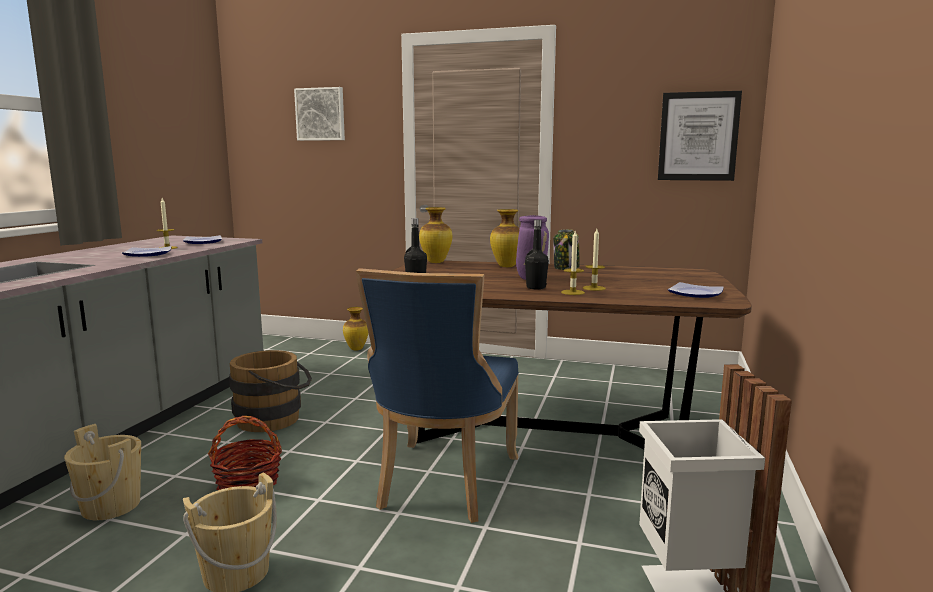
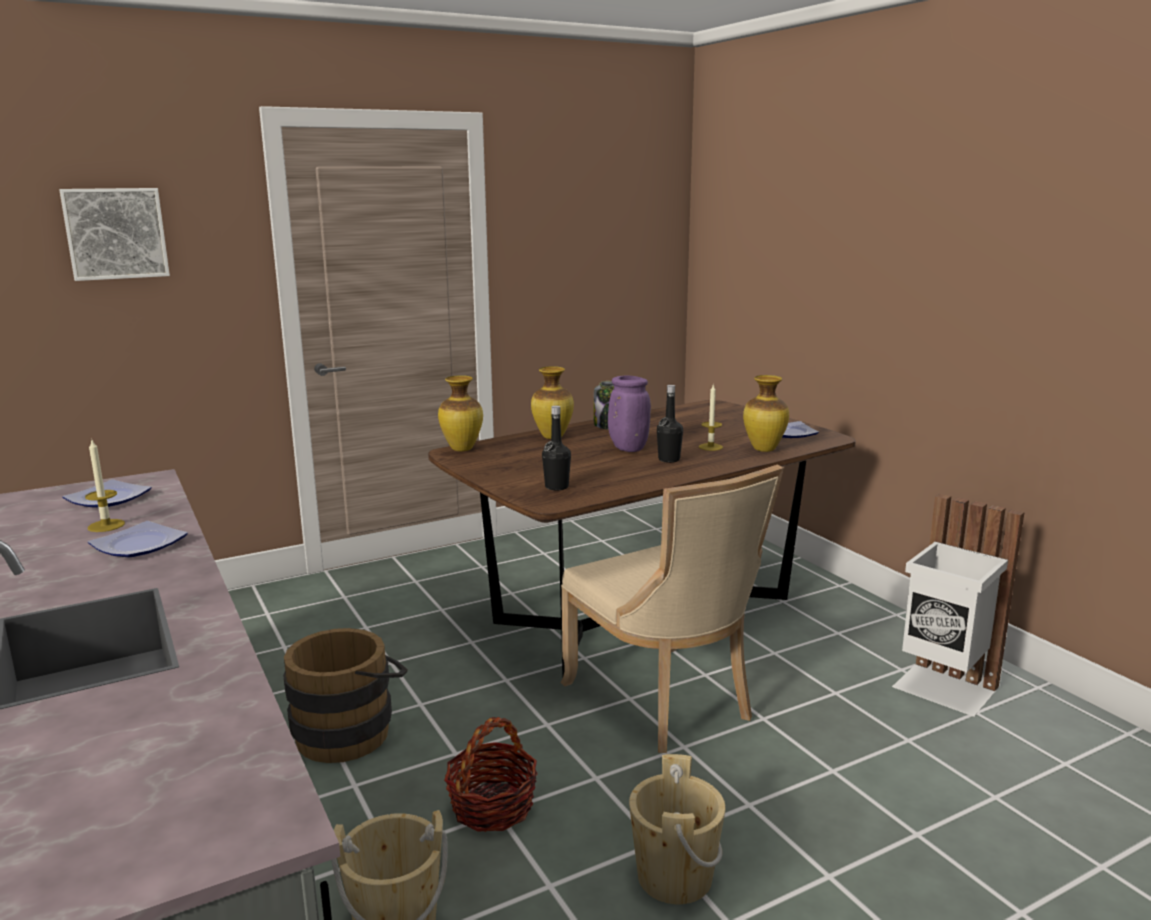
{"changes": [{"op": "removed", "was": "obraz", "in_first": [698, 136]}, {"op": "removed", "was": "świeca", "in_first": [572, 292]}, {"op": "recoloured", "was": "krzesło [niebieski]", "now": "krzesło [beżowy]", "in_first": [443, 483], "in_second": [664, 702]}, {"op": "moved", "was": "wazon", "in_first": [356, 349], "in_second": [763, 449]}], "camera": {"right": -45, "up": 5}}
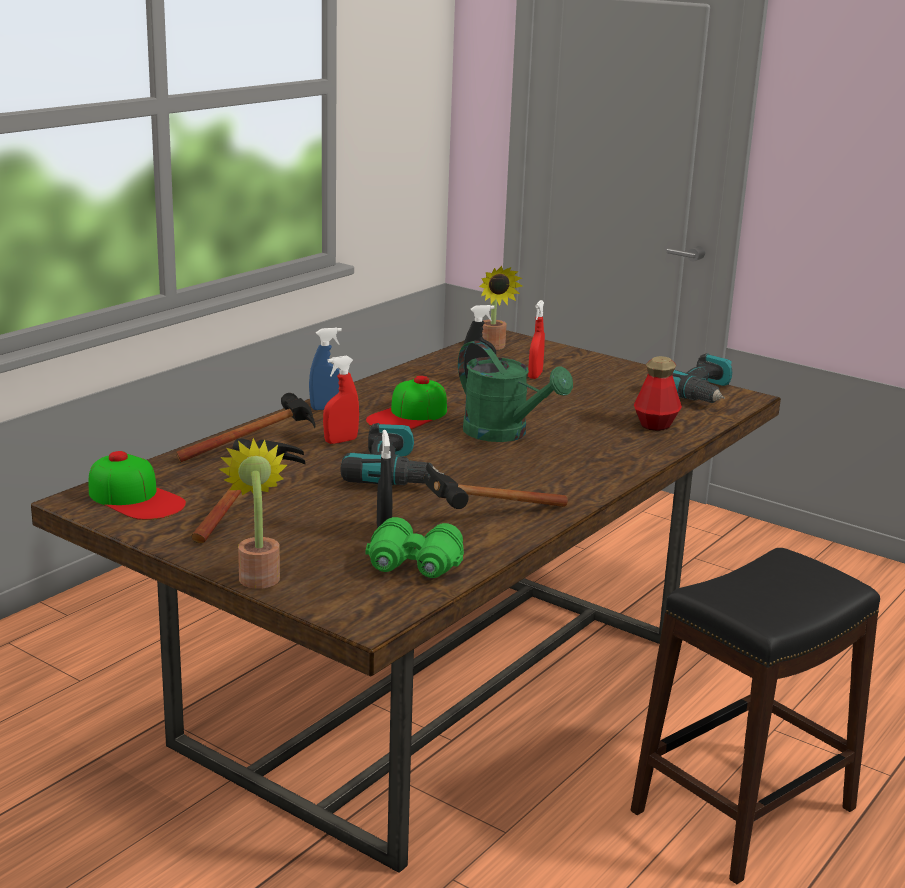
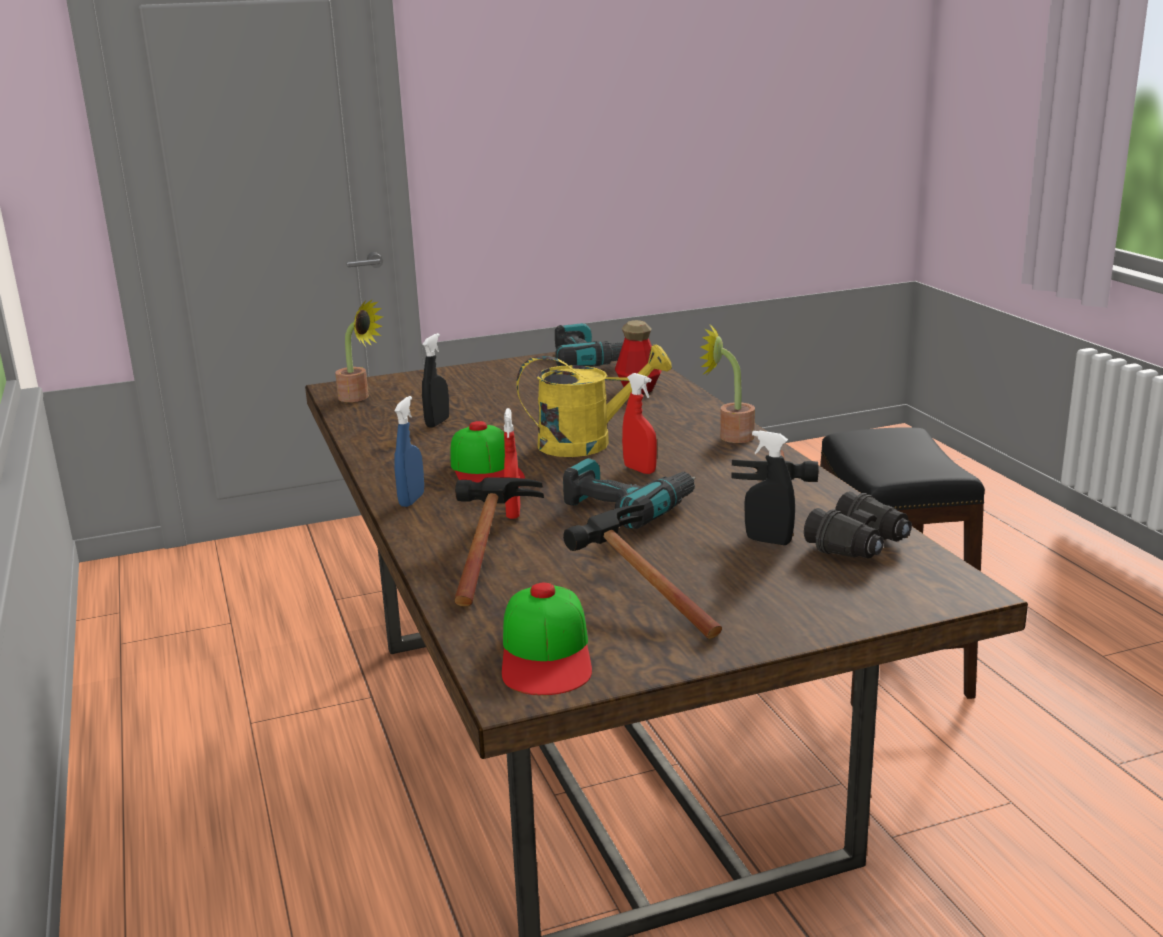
{"changes": [{"op": "moved", "was": "spryskiwacz [czerwony]", "in_first": [535, 375], "in_second": [639, 470]}, {"op": "recoloured", "was": "konewka [zielony]", "now": "konewka [żółty]", "in_first": [504, 434], "in_second": [588, 443]}, {"op": "moved", "was": "roślina doniczkowa", "in_first": [258, 574], "in_second": [729, 436]}, {"op": "turned", "was": "czapka z daszkiem", "in_first": [136, 498], "in_second": [546, 652], "clockwise": 105}, {"op": "recoloured", "was": "lornetka [zielony]", "now": "lornetka [czarny]", "in_first": [414, 567], "in_second": [859, 545]}], "camera": {"right": -55, "up": 0}}
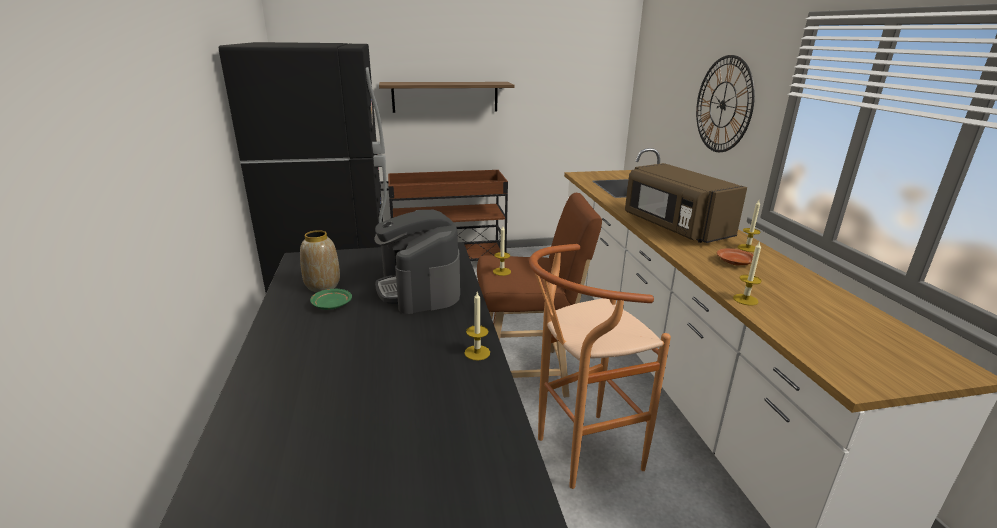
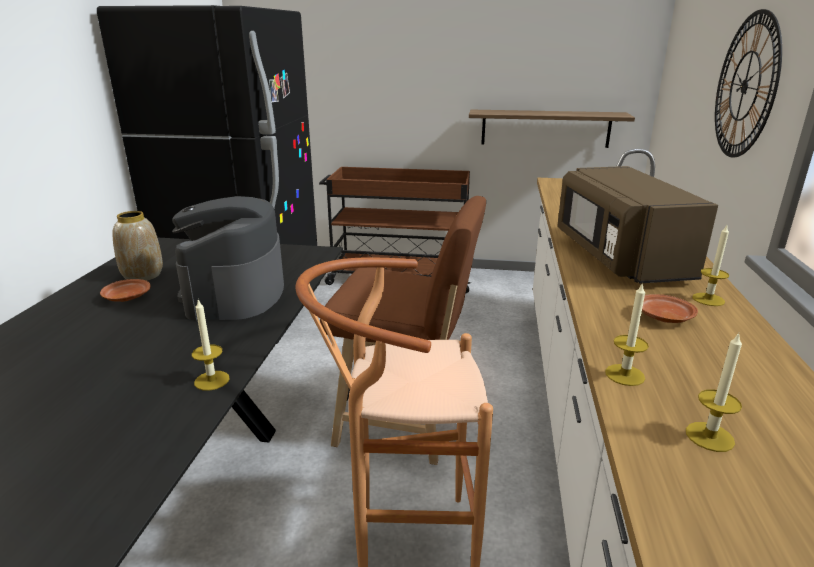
{"changes": [{"op": "moved", "was": "półka", "in_first": [445, 97], "in_second": [545, 128]}, {"op": "moved", "was": "świeca", "in_first": [502, 271], "in_second": [709, 436]}, {"op": "recoloured", "was": "talerz [zielony]", "now": "talerz [brązowy]", "in_first": [331, 305], "in_second": [127, 297]}], "camera": {"right": 20, "up": 0}}
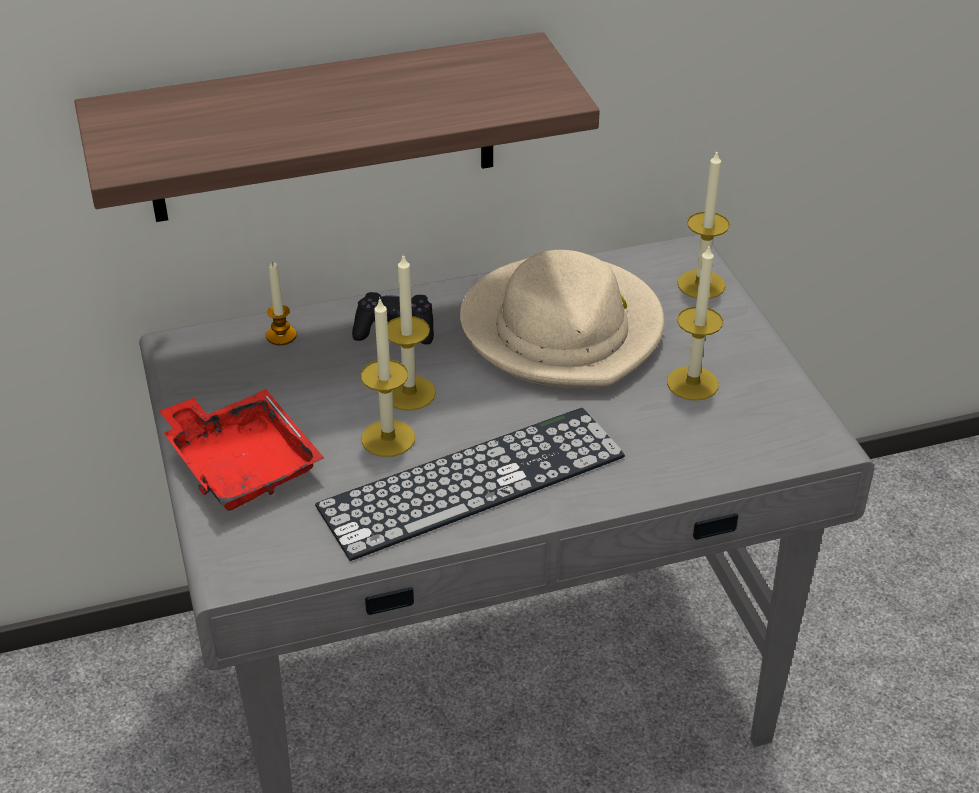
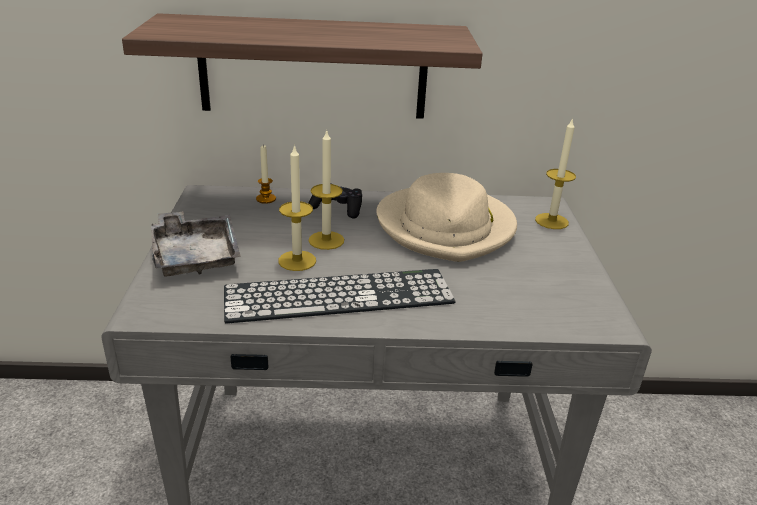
{"changes": [{"op": "removed", "was": "świeca", "in_first": [692, 383]}, {"op": "recoloured", "was": "taca [czerwony]", "now": "taca [szary]", "in_first": [241, 463], "in_second": [195, 255]}], "camera": {"right": 15, "up": -10}}
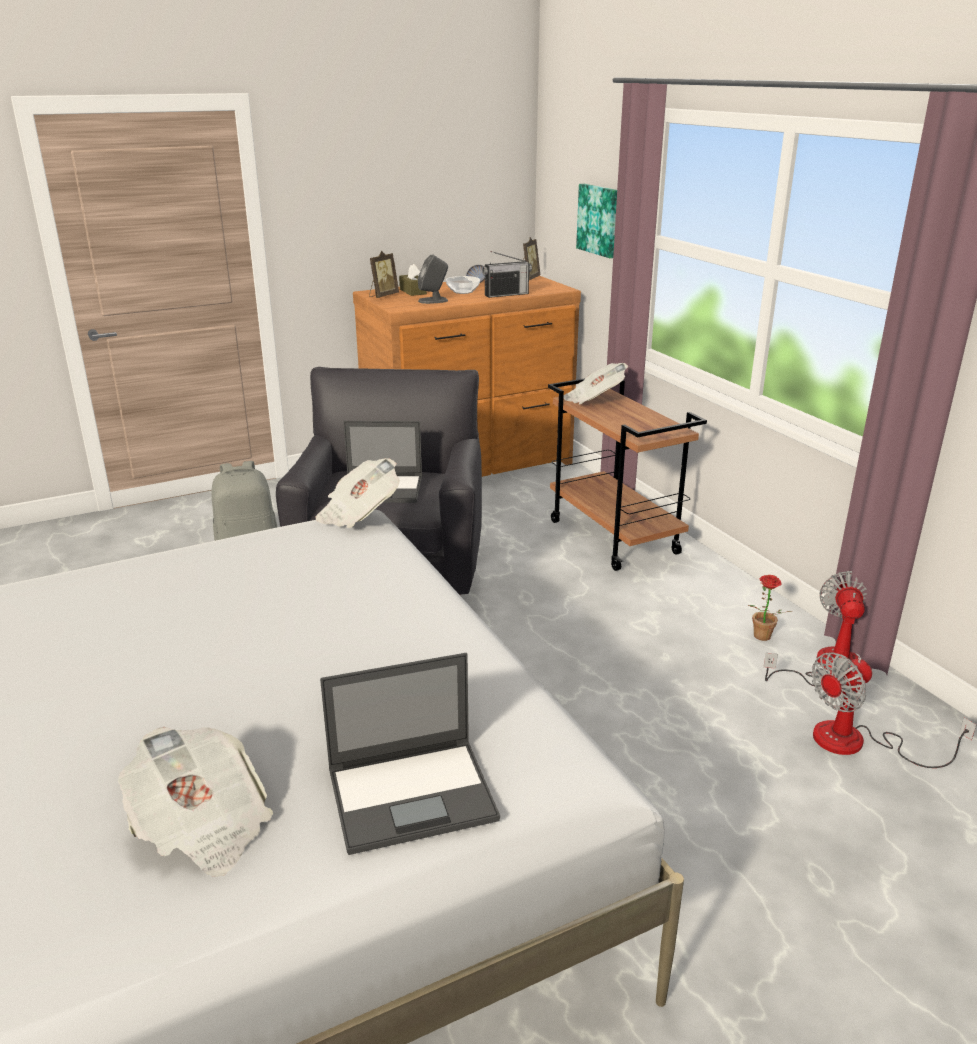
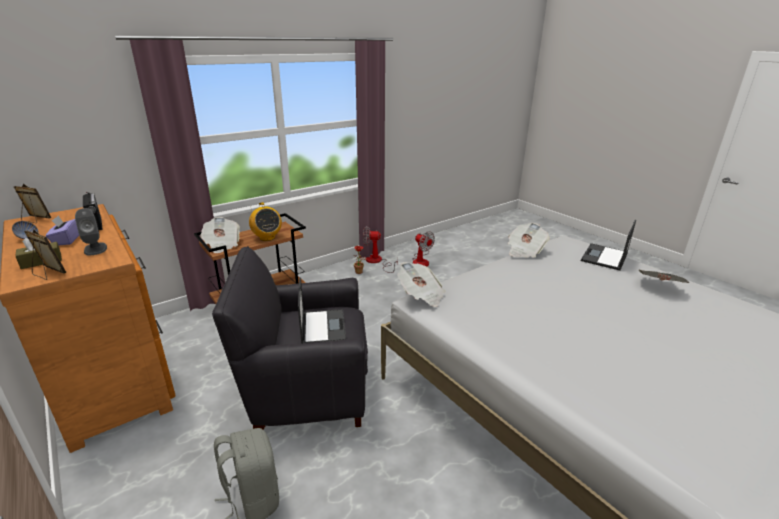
{"changes": [{"op": "removed", "was": "obraz", "in_first": [599, 220]}, {"op": "replaced", "was": "miska", "now": "pudełko chusteczek [fioletowy]", "in_first": [462, 292], "in_second": [66, 240]}, {"op": "turned", "was": "laptop", "in_first": [414, 794], "in_second": [604, 257], "clockwise": -120}, {"op": "added", "now": "radio", "in_second": [267, 237]}, {"op": "added", "now": "gazeta", "in_second": [524, 251]}], "camera": {"right": -100, "up": 0}}
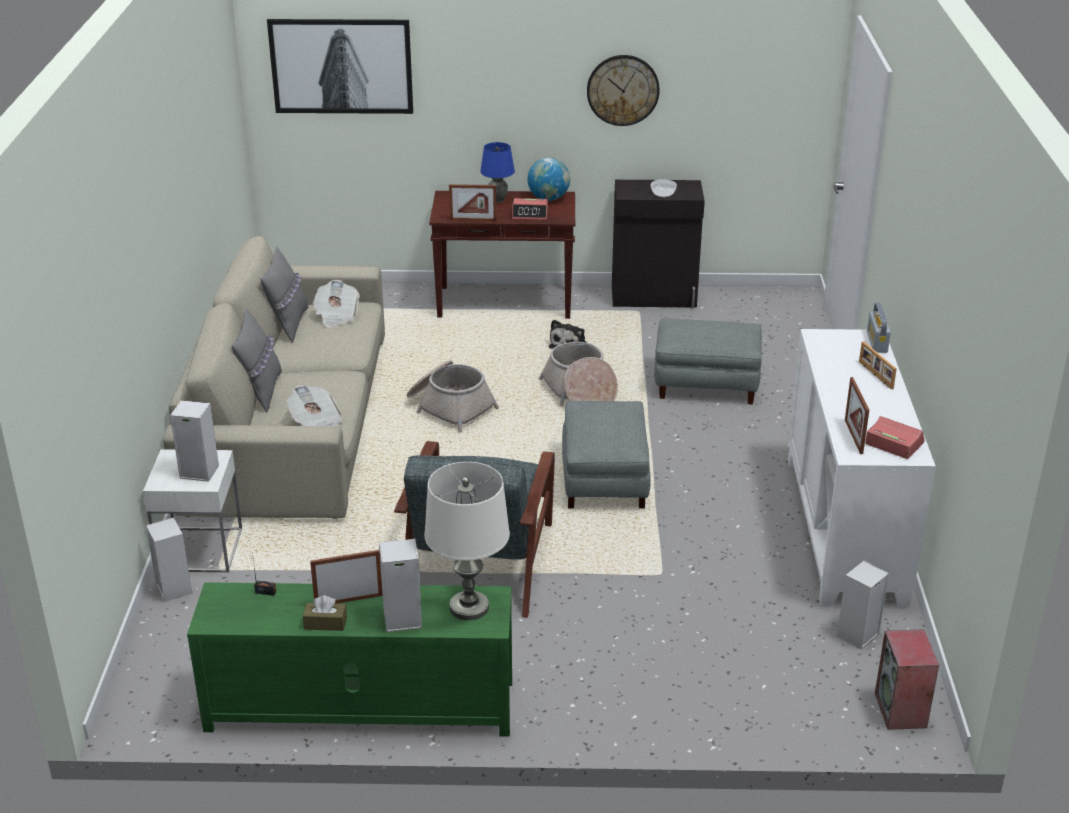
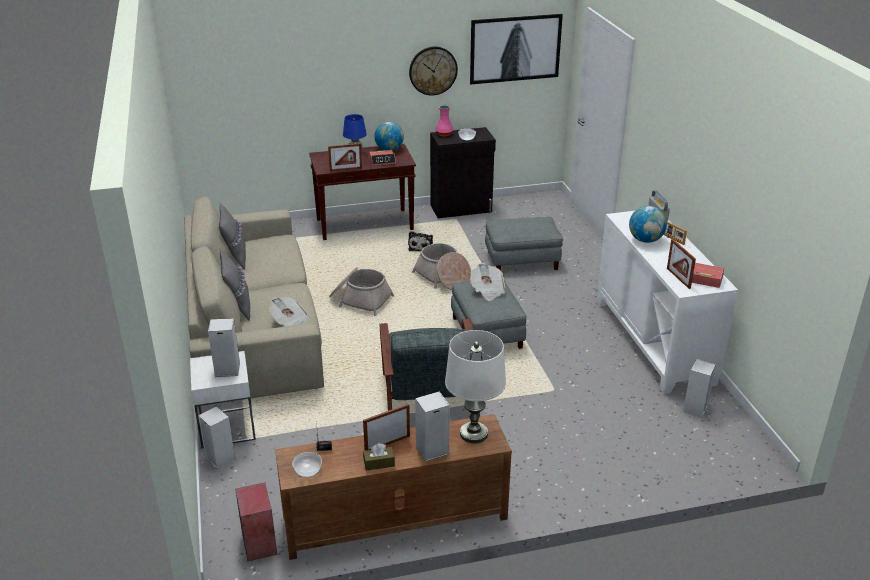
{"changes": [{"op": "moved", "was": "obraz", "in_first": [341, 66], "in_second": [515, 48]}, {"op": "moved", "was": "gazeta", "in_first": [336, 316], "in_second": [487, 290]}, {"op": "recoloured", "was": "szafka pod telewizor [zielony]", "now": "szafka pod telewizor [brązowy]", "in_first": [359, 706], "in_second": [394, 518]}, {"op": "moved", "was": "głośnik", "in_first": [901, 711], "in_second": [260, 544]}, {"op": "added", "now": "wazon [różowy]", "in_second": [444, 134]}, {"op": "added", "now": "globus", "in_second": [645, 240]}, {"op": "added", "now": "miska", "in_second": [307, 471]}], "camera": {"right": -15, "up": 0}}
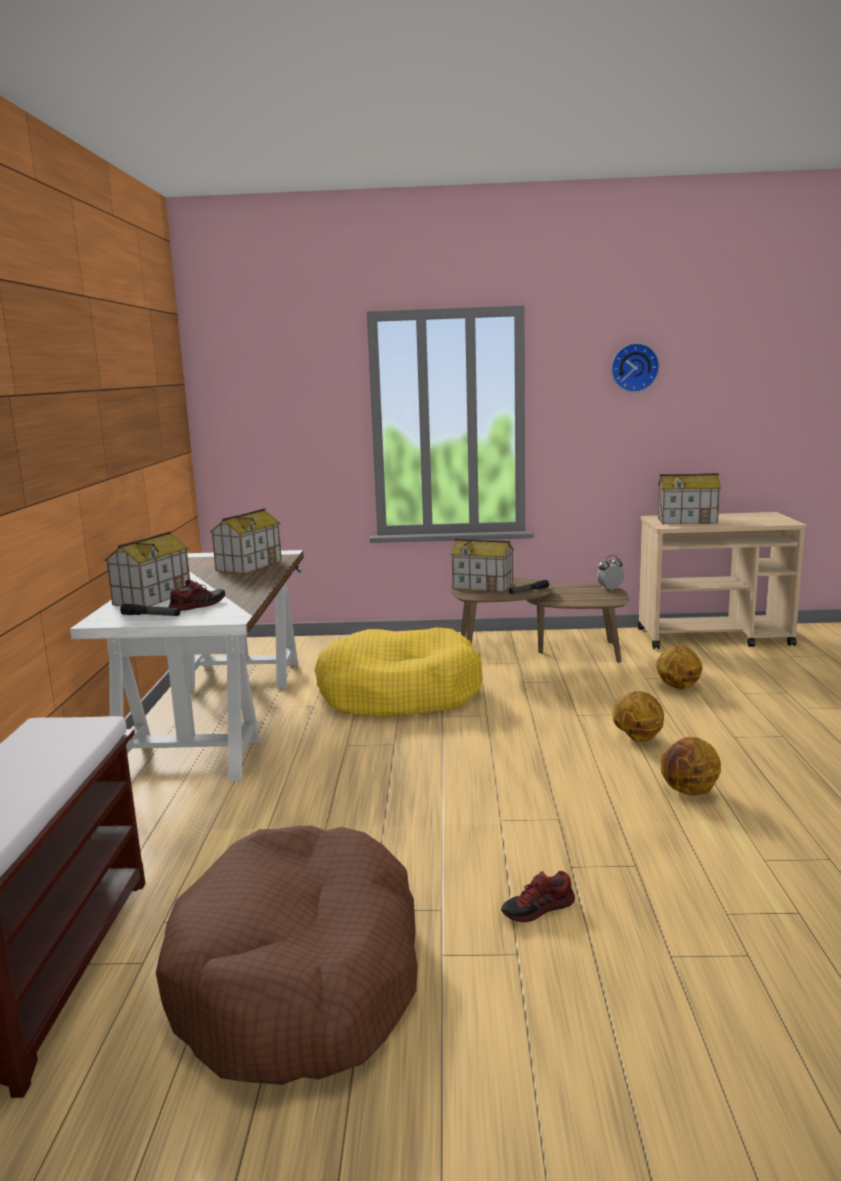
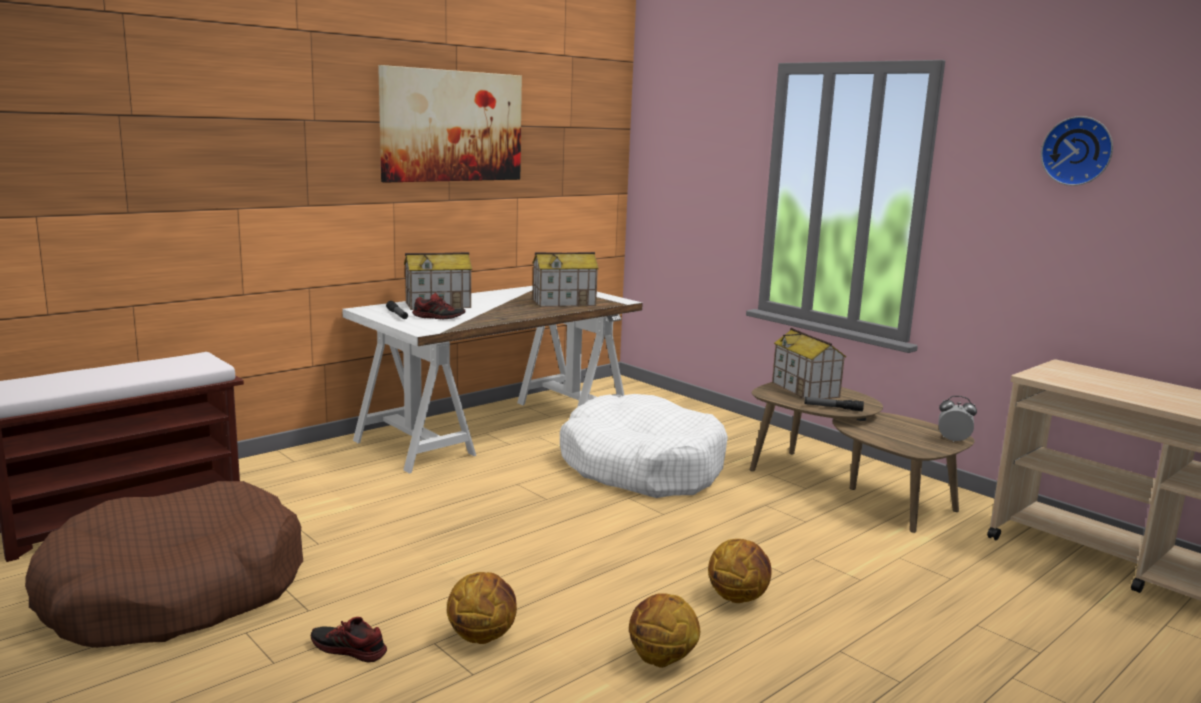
{"changes": [{"op": "removed", "was": "domek", "in_first": [687, 521]}, {"op": "recoloured", "was": "legowisko [żółty]", "now": "legowisko [biały]", "in_first": [399, 694], "in_second": [641, 467]}, {"op": "moved", "was": "piłka do koszykówki", "in_first": [677, 687], "in_second": [482, 636]}, {"op": "added", "now": "obraz", "in_second": [452, 126]}], "camera": {"right": 45, "up": 0}}
